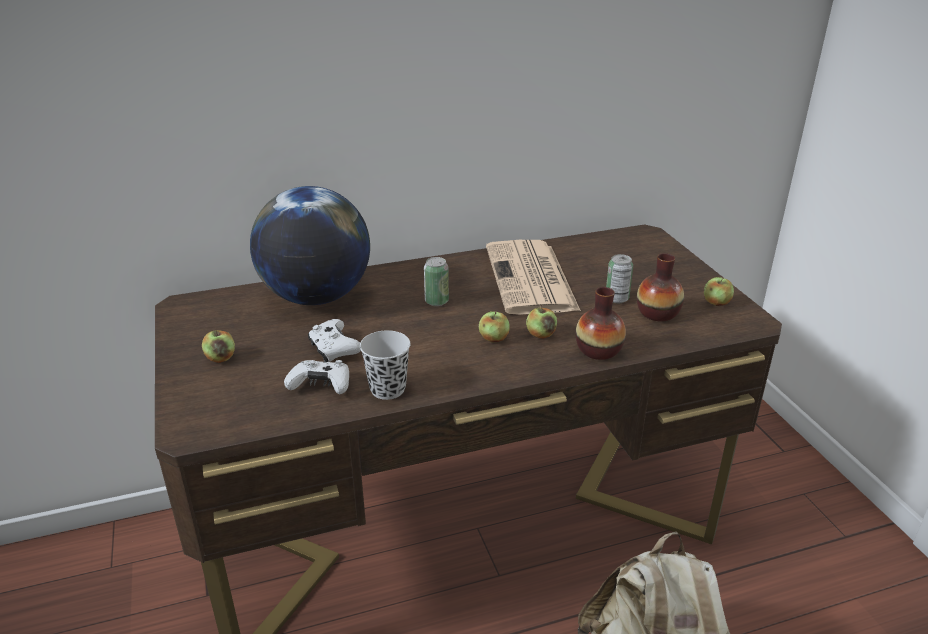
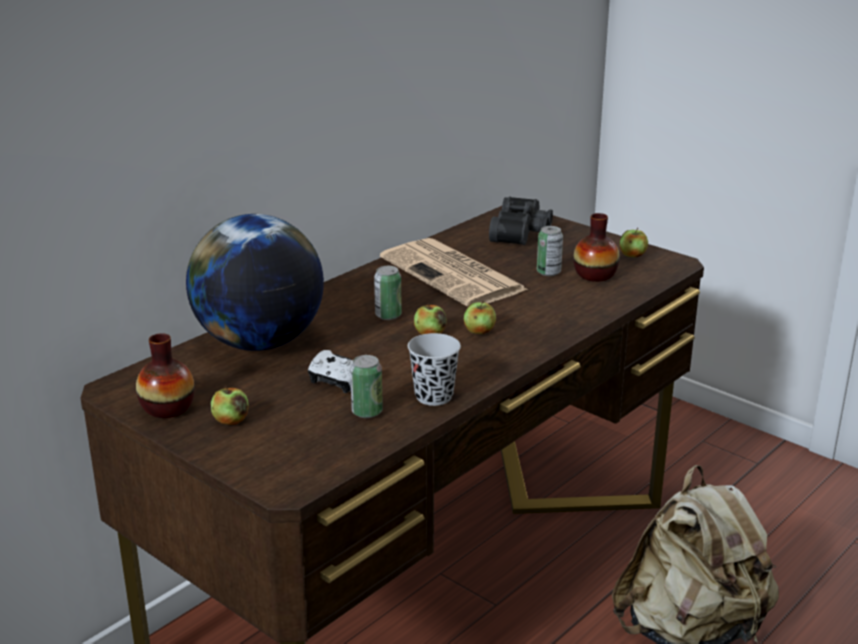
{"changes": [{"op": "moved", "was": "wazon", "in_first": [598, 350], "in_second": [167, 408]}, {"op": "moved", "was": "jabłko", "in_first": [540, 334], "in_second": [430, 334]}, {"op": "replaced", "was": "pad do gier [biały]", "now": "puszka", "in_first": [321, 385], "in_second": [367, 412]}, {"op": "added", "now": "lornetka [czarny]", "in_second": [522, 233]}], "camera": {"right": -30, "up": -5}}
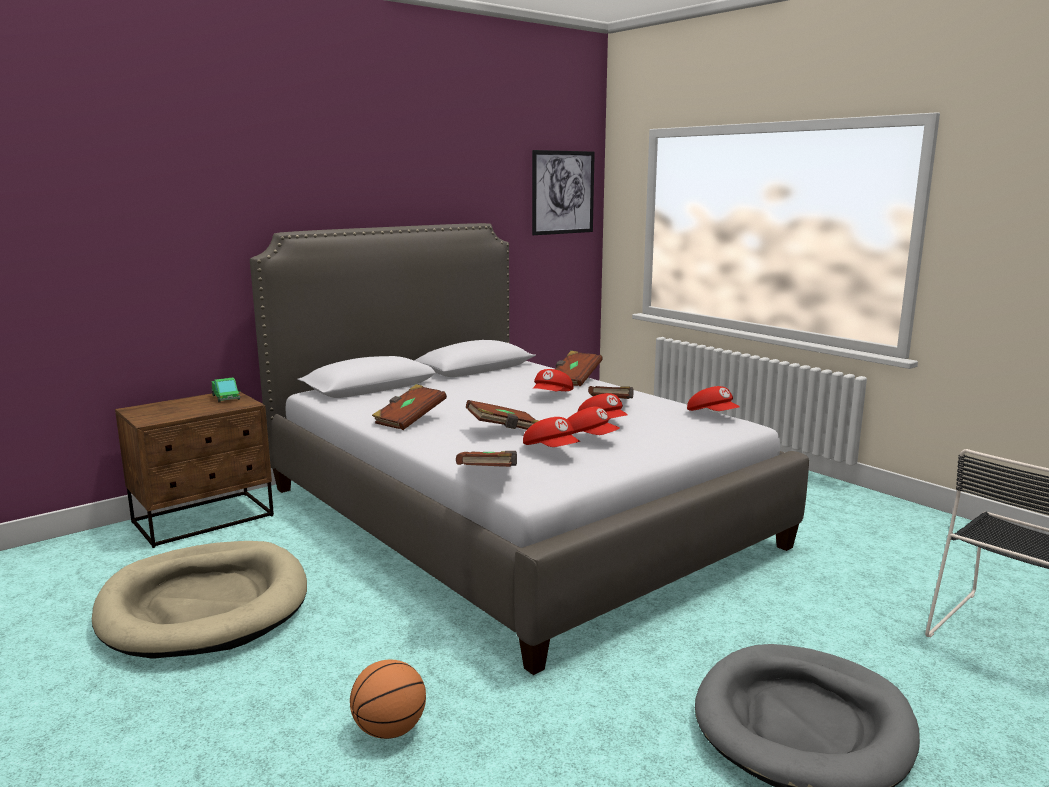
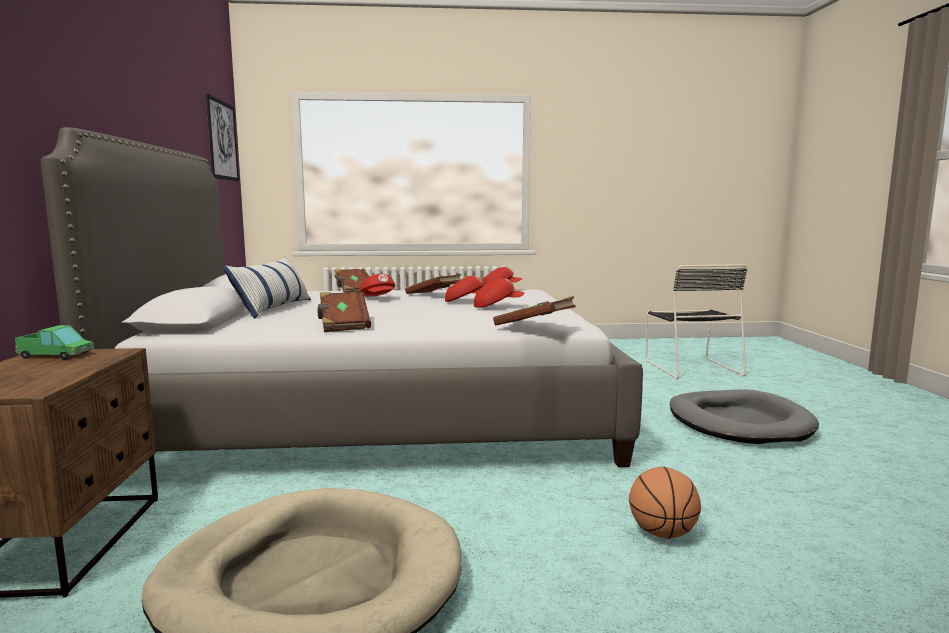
{"changes": [{"op": "removed", "was": "książka [brązowy]", "in_first": [504, 430]}, {"op": "removed", "was": "czapka z daszkiem [czerwony]", "in_first": [552, 450]}, {"op": "added", "now": "poduszka", "in_second": [273, 308]}], "camera": {"right": -55, "up": -5}}
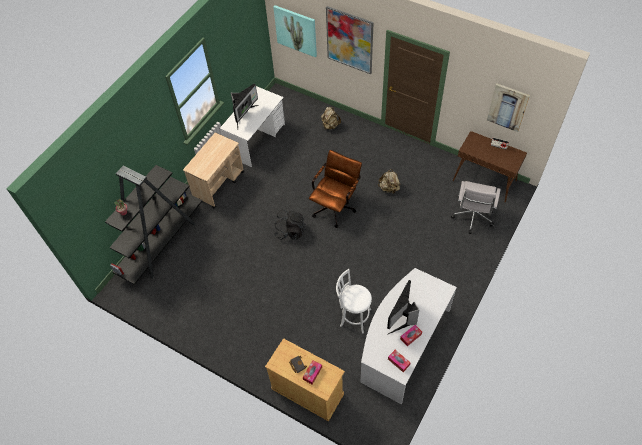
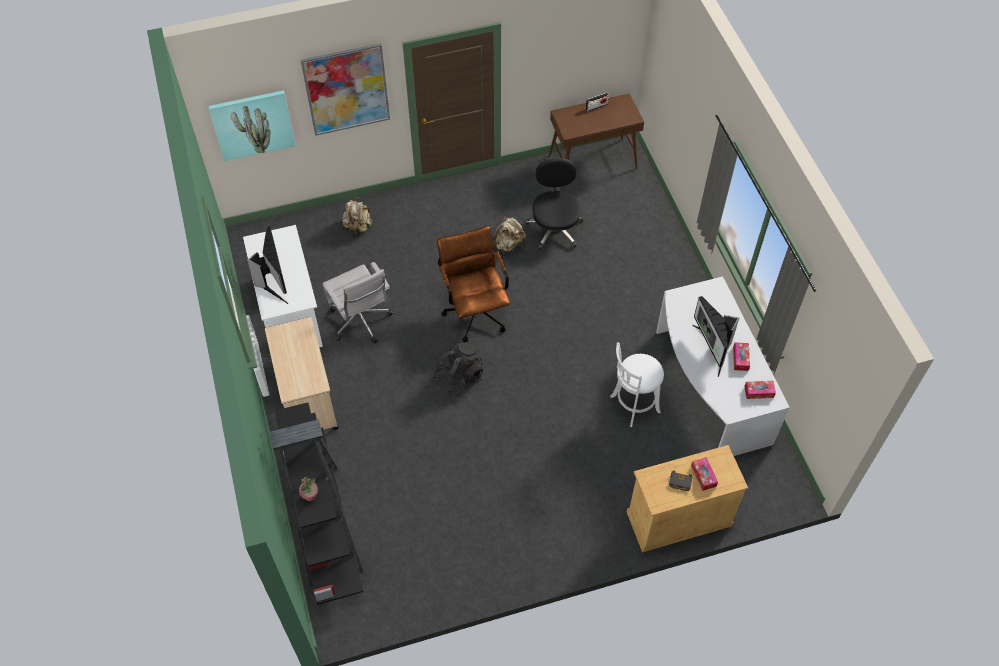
{"changes": [{"op": "removed", "was": "obraz", "in_first": [508, 107]}, {"op": "moved", "was": "krzesło biurowe [biały]", "in_first": [472, 218], "in_second": [361, 323]}, {"op": "added", "now": "krzesło biurowe [czarny]", "in_second": [554, 228]}], "camera": {"right": -50, "up": 0}}
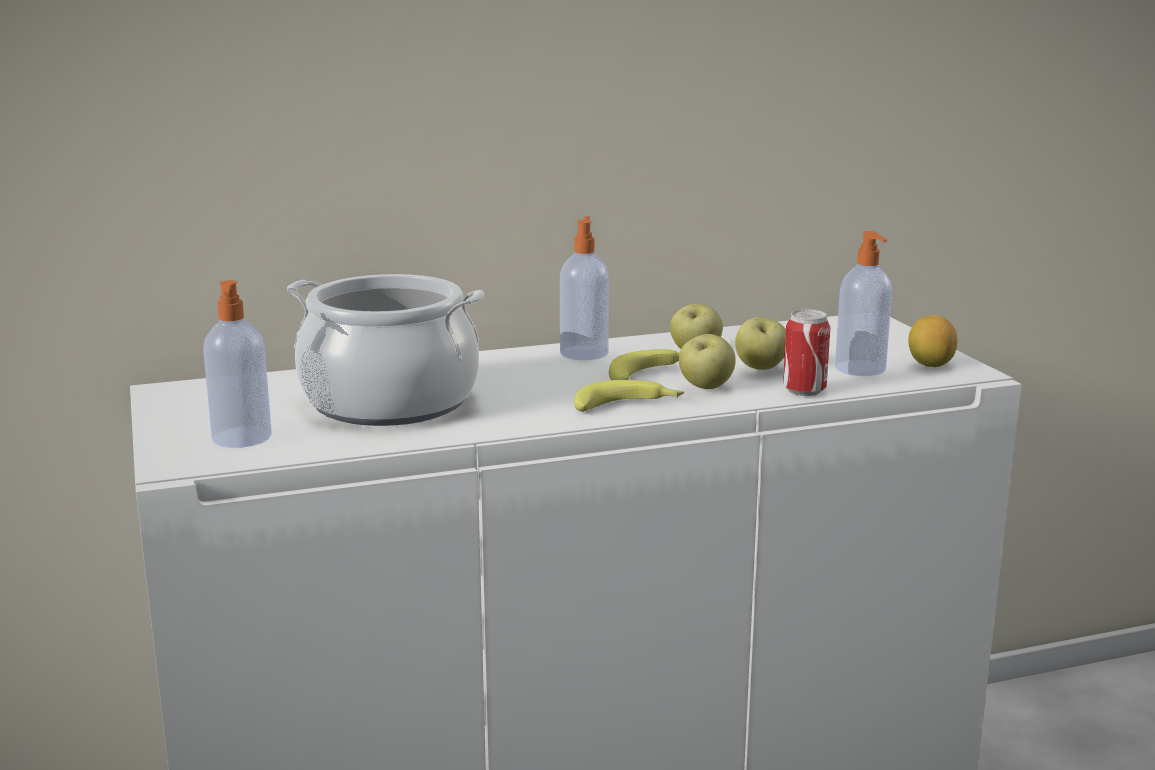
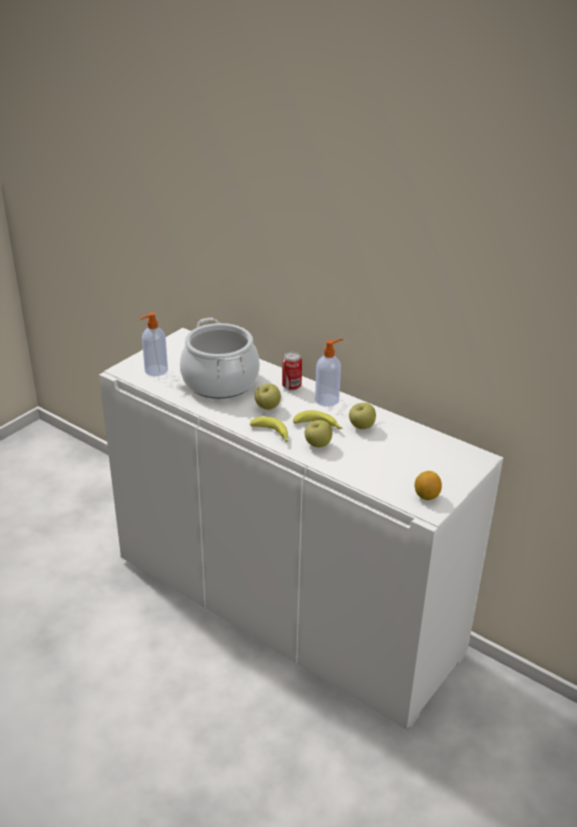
{"changes": [{"op": "removed", "was": "dozownik mydła", "in_first": [861, 369]}, {"op": "moved", "was": "puszka", "in_first": [804, 390], "in_second": [291, 386]}, {"op": "moved", "was": "jabłko", "in_first": [760, 368], "in_second": [267, 407]}], "camera": {"right": 55, "up": 15}}
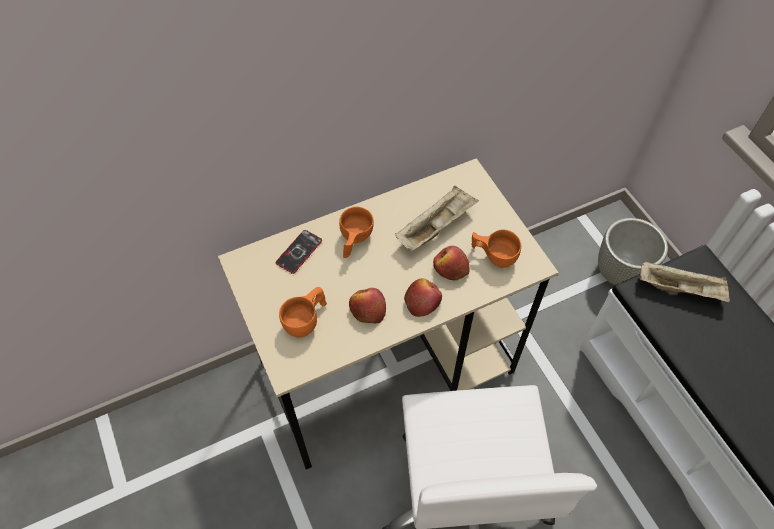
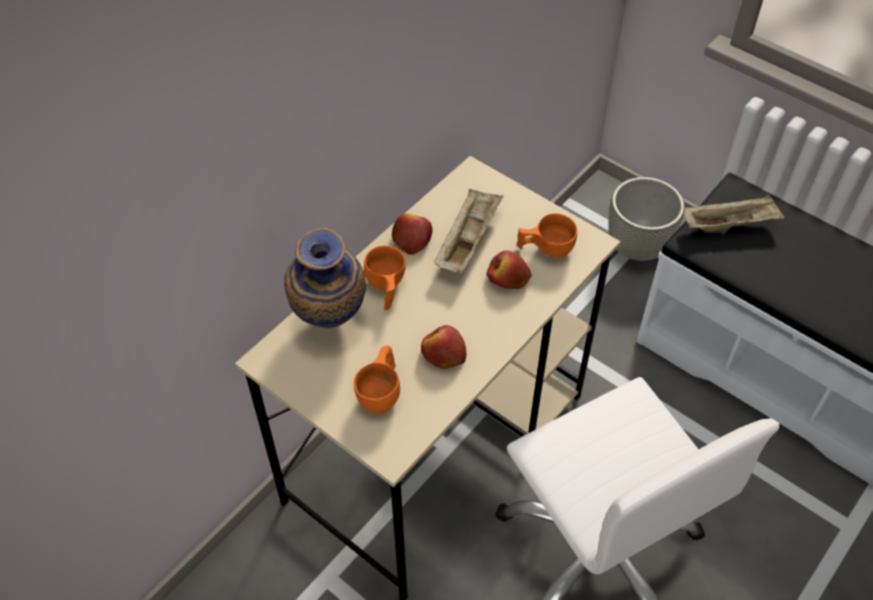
{"changes": [{"op": "replaced", "was": "telefon", "now": "wazon", "in_first": [299, 252], "in_second": [329, 323]}, {"op": "moved", "was": "jabłko", "in_first": [422, 301], "in_second": [411, 238]}], "camera": {"right": -25, "up": -5}}
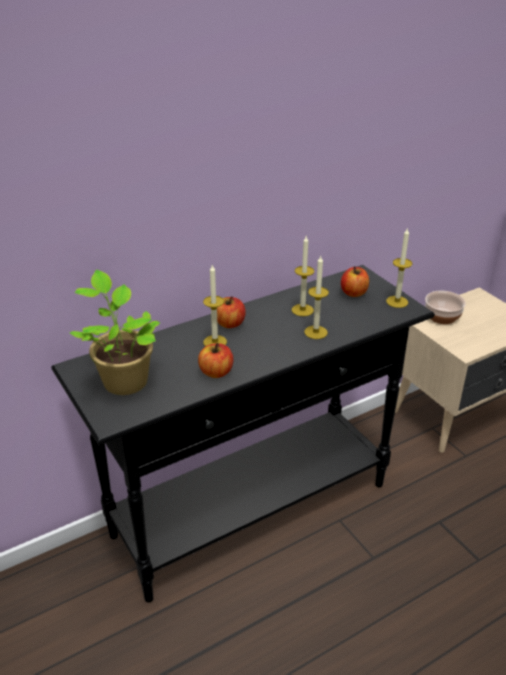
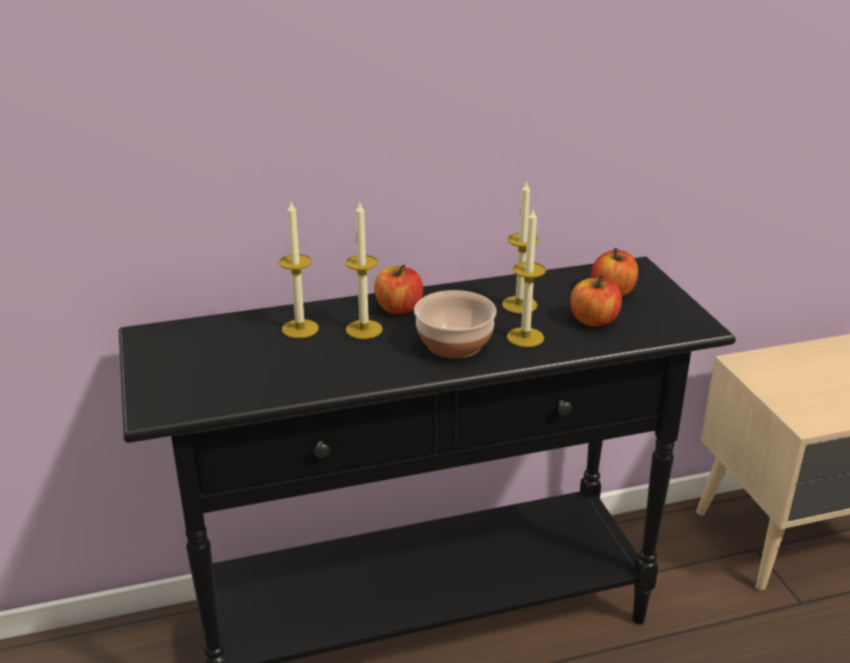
{"changes": [{"op": "moved", "was": "świeca", "in_first": [397, 301], "in_second": [300, 329]}, {"op": "removed", "was": "roślina doniczkowa", "in_first": [124, 380]}, {"op": "moved", "was": "miska", "in_first": [442, 316], "in_second": [454, 343]}, {"op": "moved", "was": "jabłko", "in_first": [216, 372], "in_second": [594, 320]}], "camera": {"right": 15, "up": -5}}
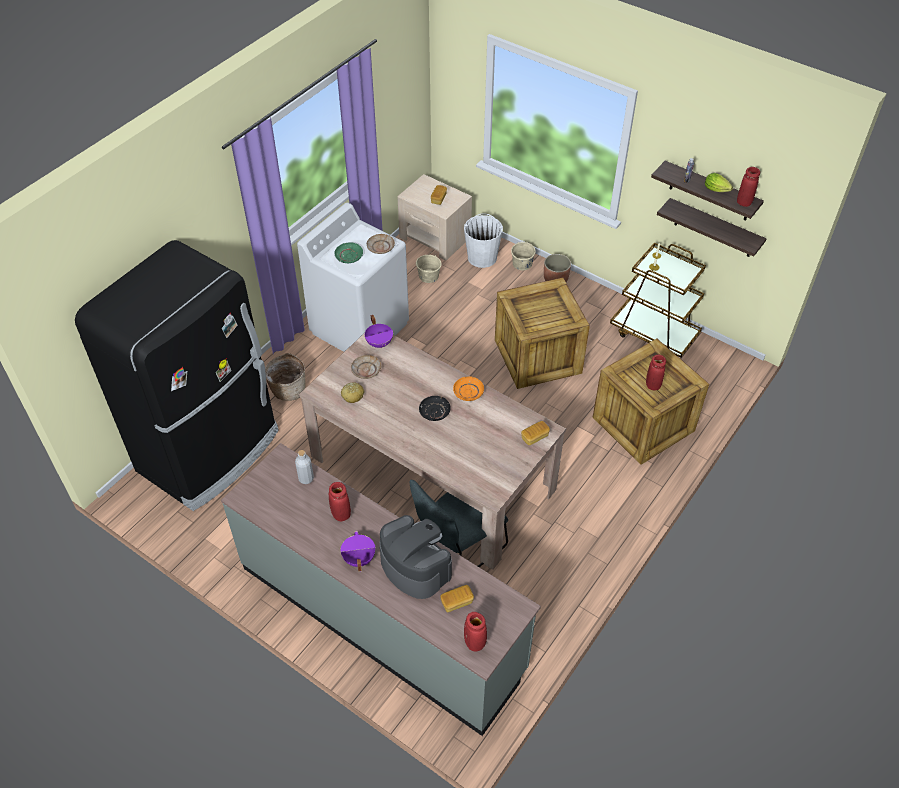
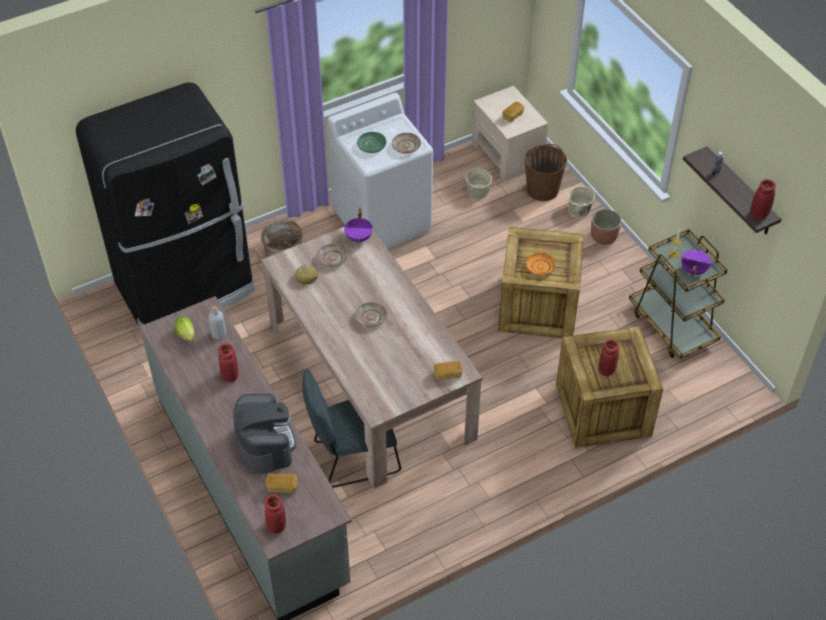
{"changes": [{"op": "moved", "was": "sałata", "in_first": [717, 190], "in_second": [187, 336]}, {"op": "removed", "was": "półka", "in_first": [714, 228]}, {"op": "recoloured", "was": "wiadro [biały]", "now": "wiadro [brązowy]", "in_first": [482, 257], "in_second": [542, 189]}, {"op": "moved", "was": "talerz [pomarańczowy]", "in_first": [468, 392], "in_second": [540, 267]}, {"op": "recoloured", "was": "talerz [czarny]", "now": "talerz [beżowy]", "in_first": [434, 411], "in_second": [370, 318]}, {"op": "moved", "was": "garnek [fioletowy]", "in_first": [358, 558], "in_second": [693, 270]}], "camera": {"right": 25, "up": 0}}
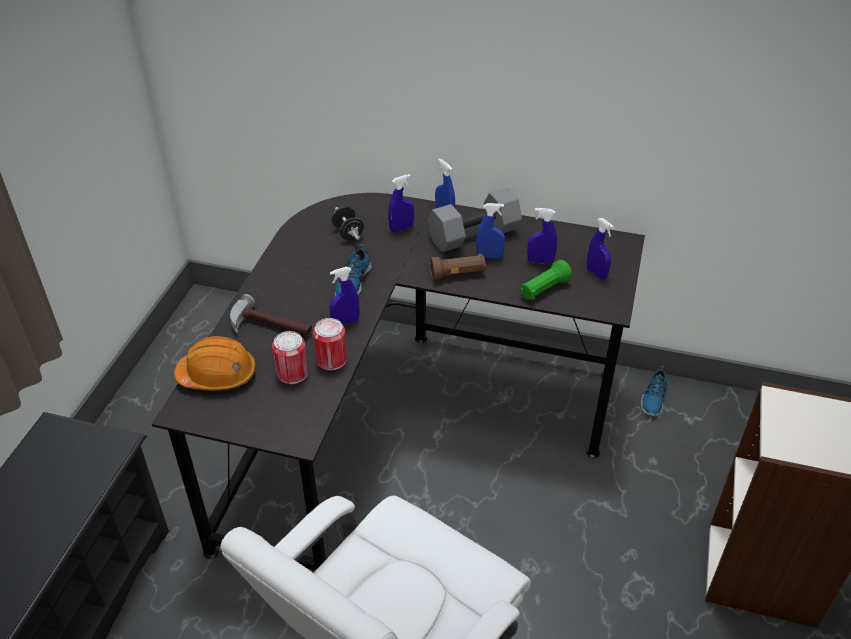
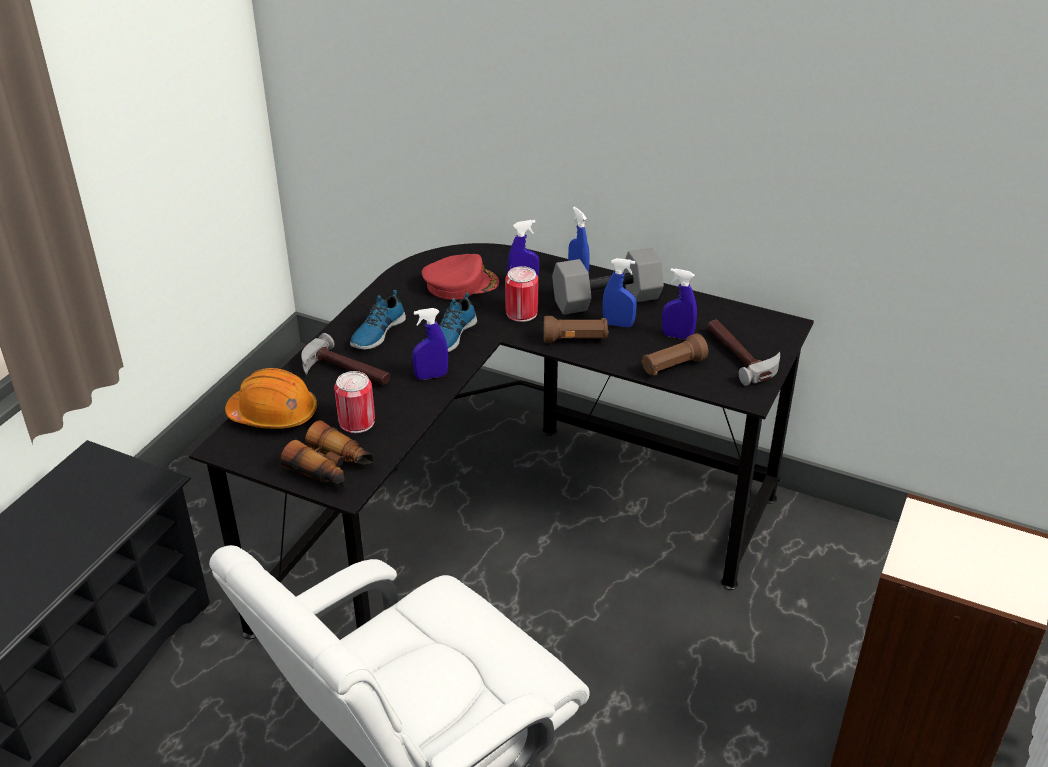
{"changes": [{"op": "replaced", "was": "hantel [czarny]", "now": "czapka z daszkiem [czerwony]", "in_first": [348, 233], "in_second": [460, 284]}, {"op": "replaced", "was": "spryskiwacz [niebieski]", "now": "młotek", "in_first": [596, 273], "in_second": [741, 356]}, {"op": "recoloured", "was": "latarka [zielony]", "now": "latarka [brązowy]", "in_first": [543, 289], "in_second": [672, 366]}, {"op": "moved", "was": "puszka", "in_first": [331, 359], "in_second": [521, 312]}, {"op": "moved", "was": "but", "in_first": [653, 398], "in_second": [377, 332]}, {"op": "added", "now": "lornetka", "in_second": [332, 468]}], "camera": {"right": 10, "up": -5}}
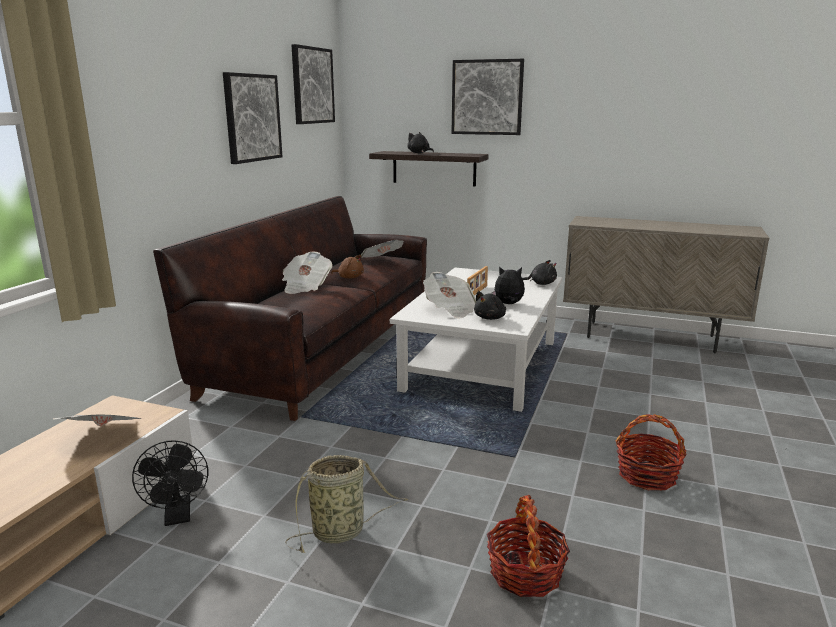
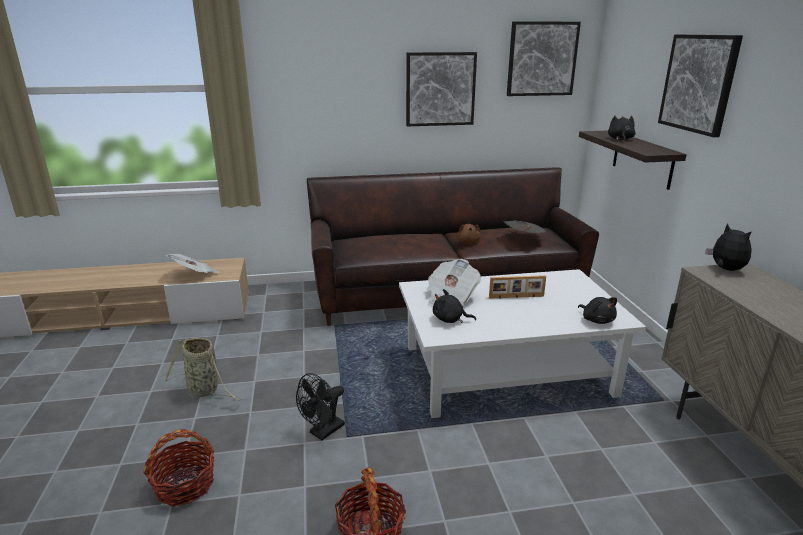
{"changes": [{"op": "removed", "was": "gazeta", "in_first": [305, 287]}, {"op": "moved", "was": "pluszak", "in_first": [508, 304], "in_second": [725, 269]}, {"op": "moved", "was": "wentylator [czarny]", "in_first": [178, 517], "in_second": [323, 432]}], "camera": {"right": 60, "up": 5}}
